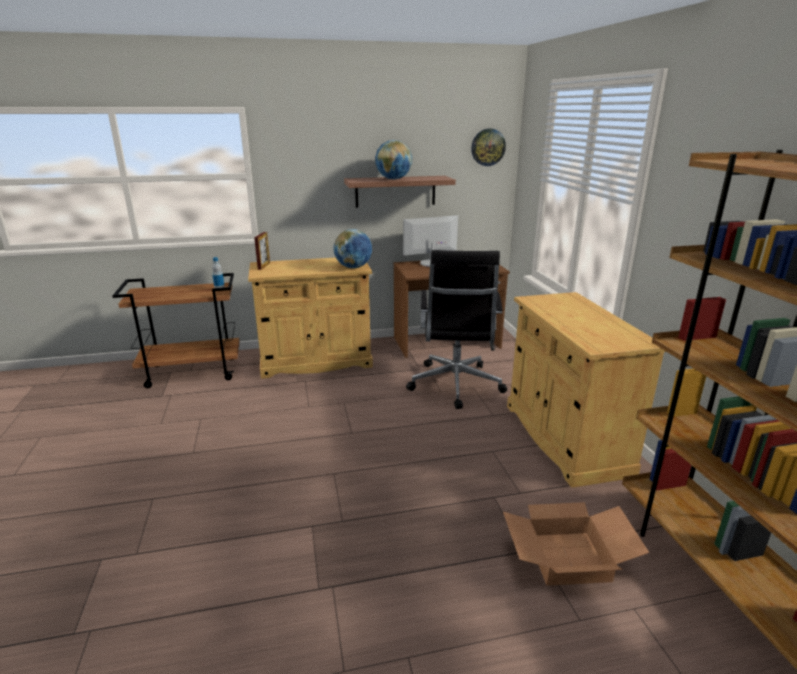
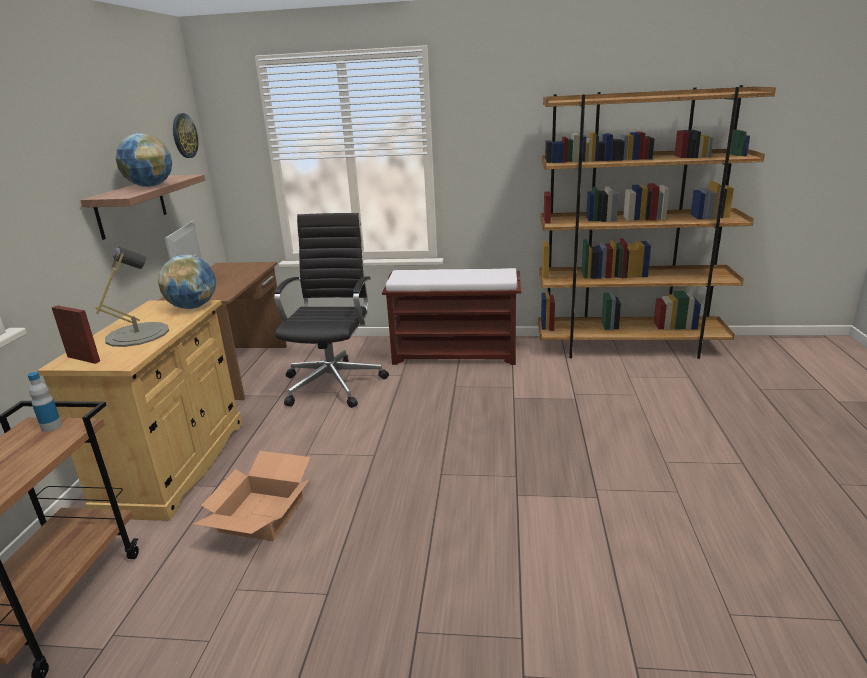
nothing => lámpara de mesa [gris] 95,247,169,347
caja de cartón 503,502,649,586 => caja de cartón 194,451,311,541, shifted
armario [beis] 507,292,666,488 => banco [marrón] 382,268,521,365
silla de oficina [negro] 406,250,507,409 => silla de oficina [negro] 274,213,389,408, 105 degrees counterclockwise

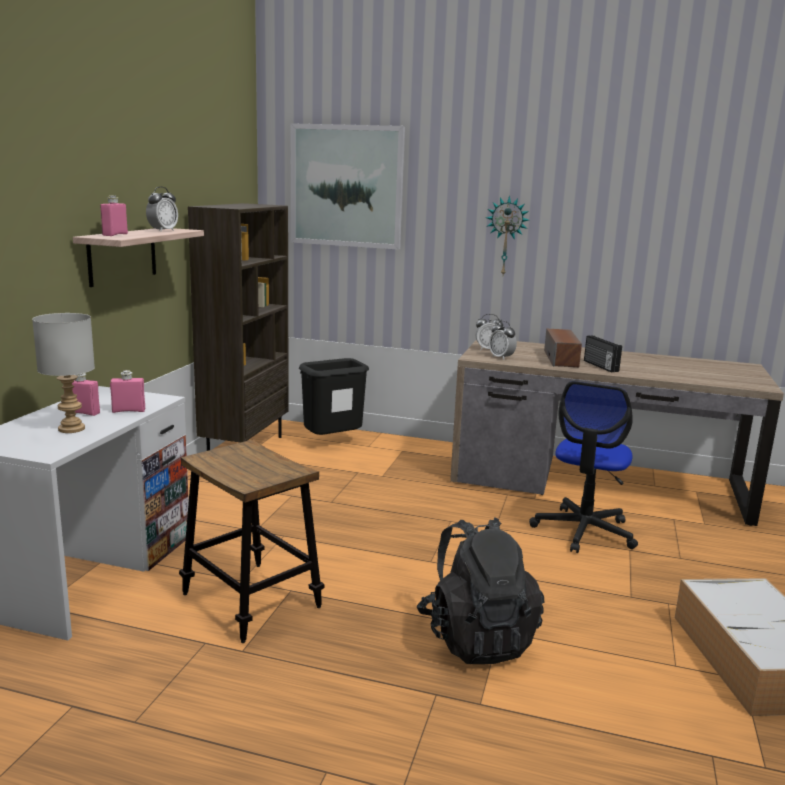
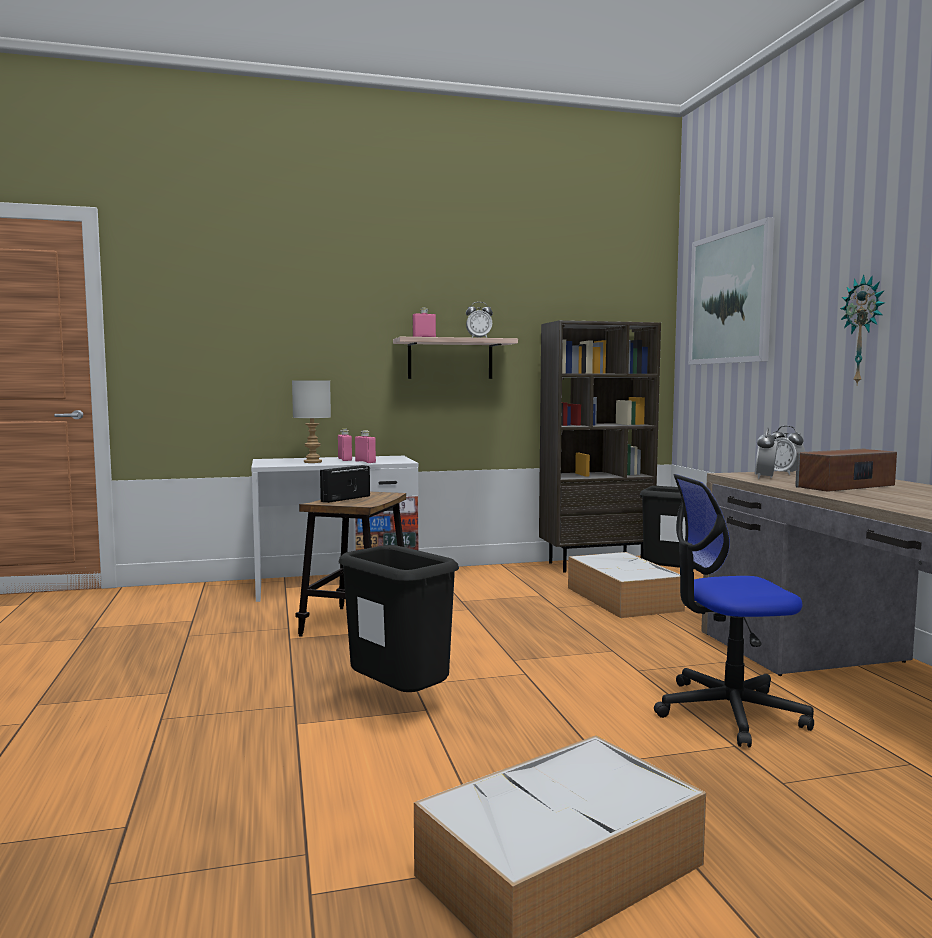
nothing => caja de almacenaje 568,552,685,618
radio 584,336,622,372 => radio 320,465,370,503, shifted
mochila [negro] 417,517,544,664 => papelera [negro] 339,545,459,692

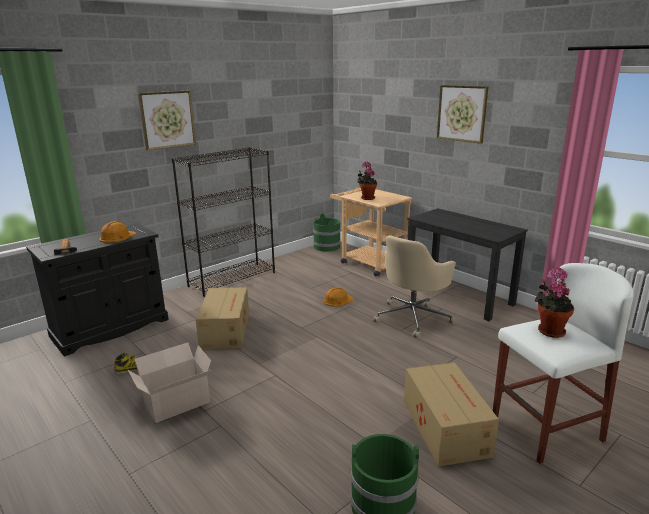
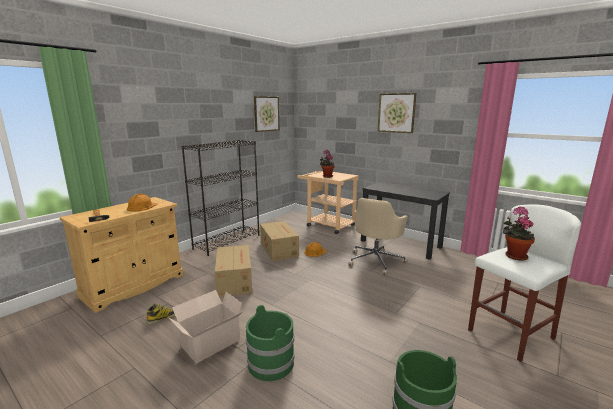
cuadro 138,91,196,150 => cuadro 254,96,280,132, shifted
cubo [verde] 313,213,341,252 => cubo [verde] 246,305,295,381, shifted
caja de cartón 404,362,499,467 => caja de cartón 260,221,299,261, shifted
armario [negro] 26,223,169,357 => armario [beis] 59,197,184,313

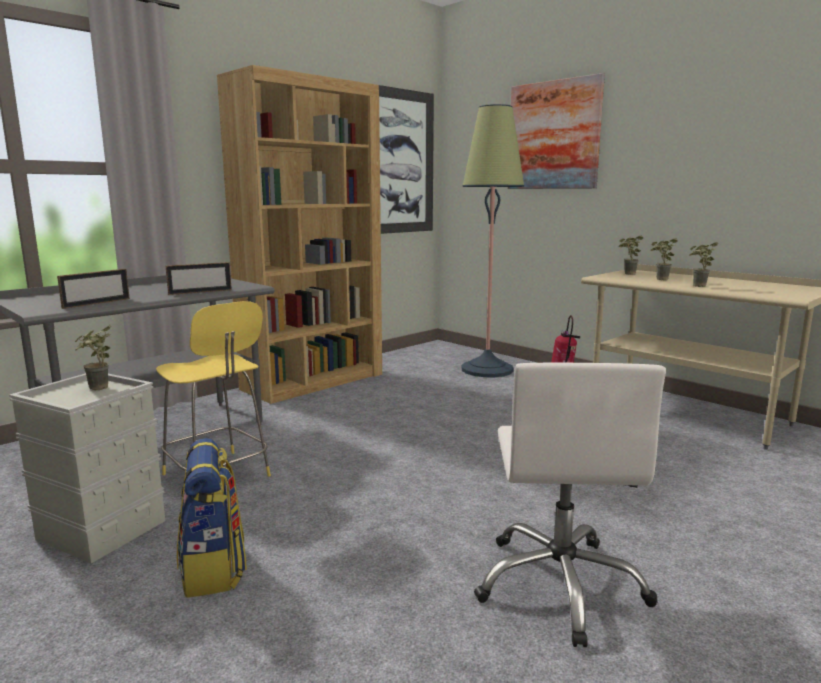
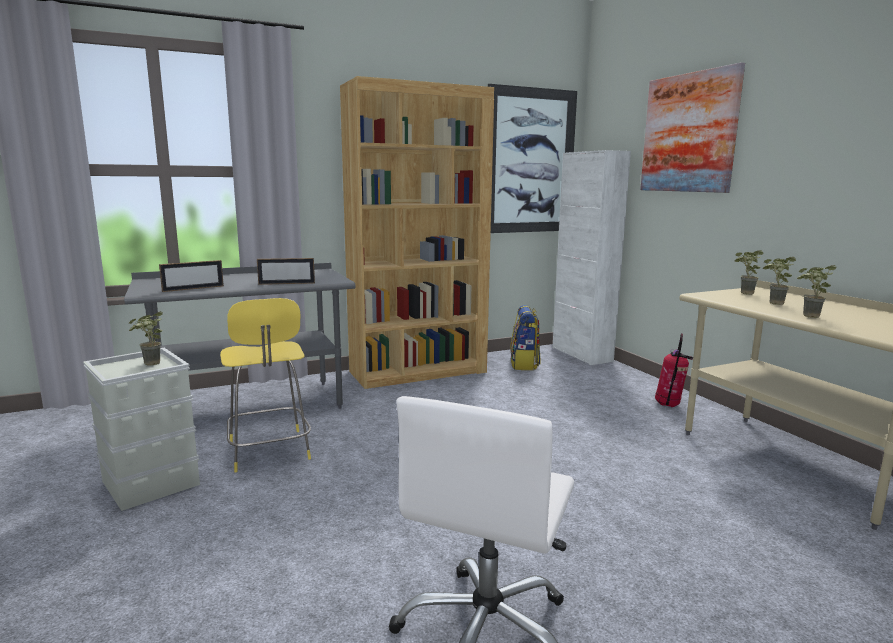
lámpara de pie 462,104,524,377 => nothing
nothing => armario [blanco] 552,150,631,365
mochila 177,438,247,598 => mochila 510,305,540,370, shifted

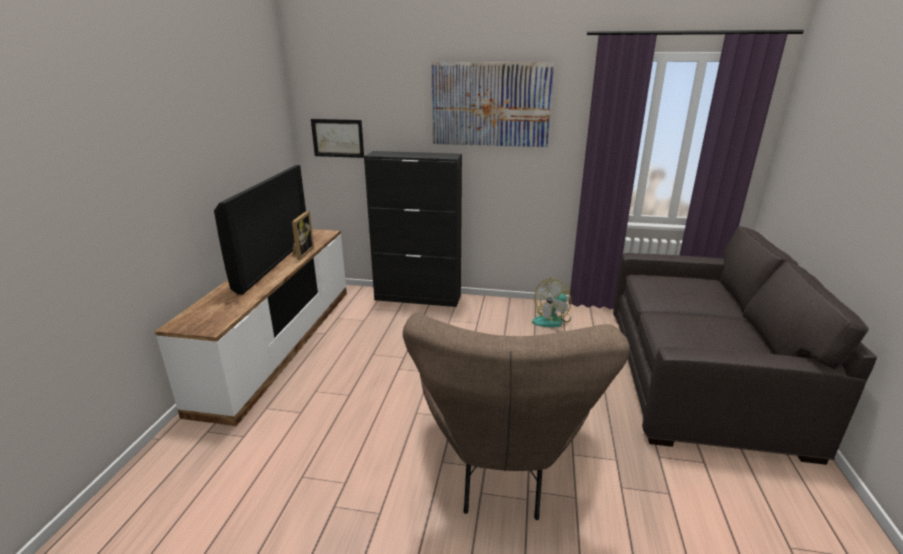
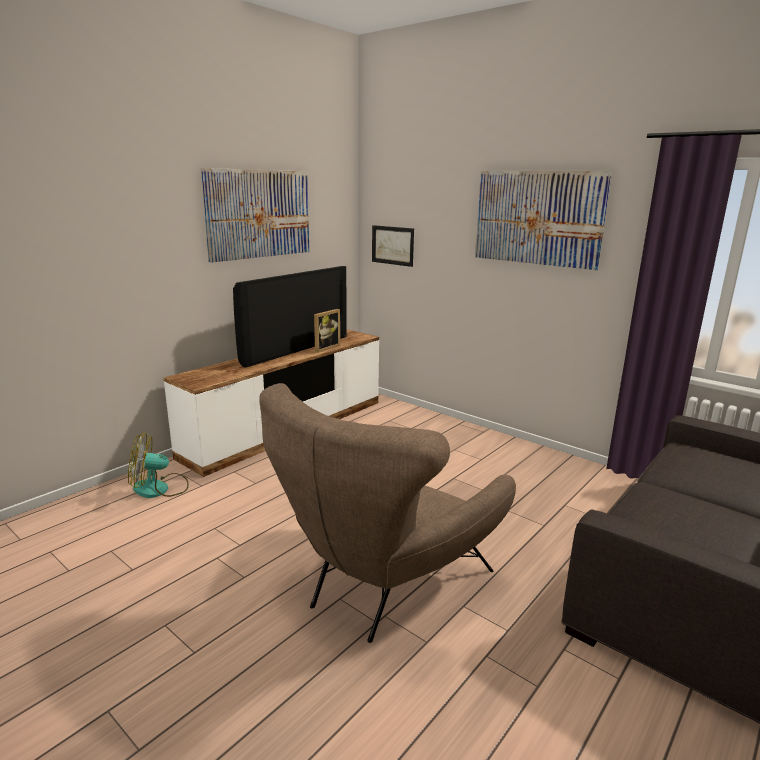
armario [negro] 364,151,462,307 => nothing
nothing => cuadro 200,168,309,263
ventilador 532,278,571,327 => ventilador 128,433,189,498, shifted

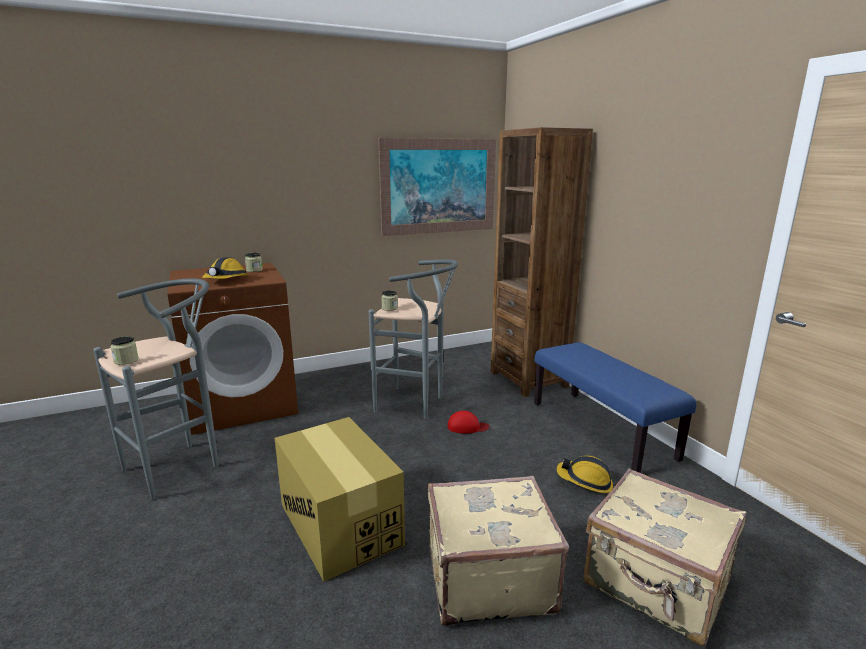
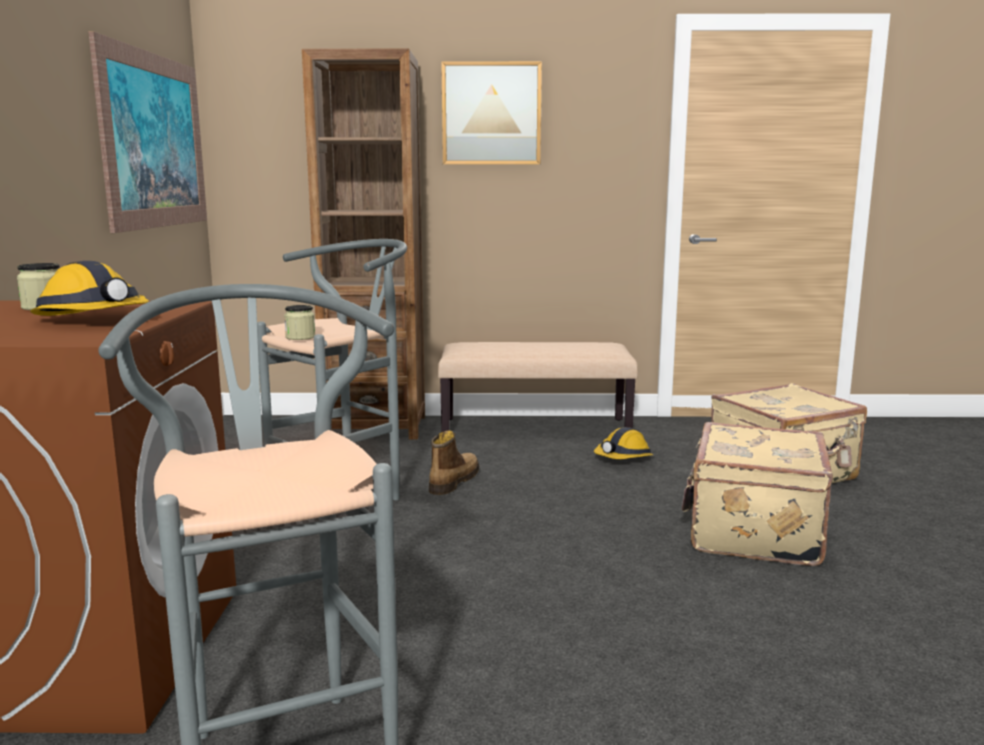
tarro 111,336,139,365 => nothing
caja de cartón 275,417,405,582 => nothing
nothing => cuadro 441,61,542,165
gorra [rojo] 448,411,489,434 => bota 429,430,479,495
banco [azul] 534,342,696,473 => banco [beis] 438,342,638,432

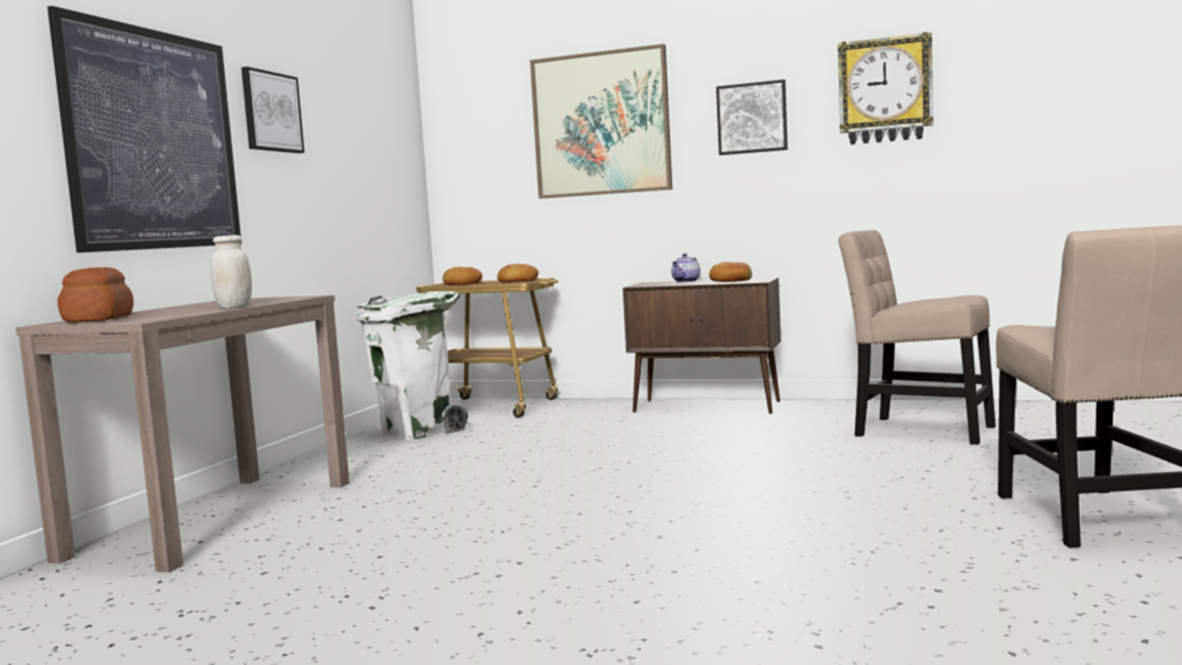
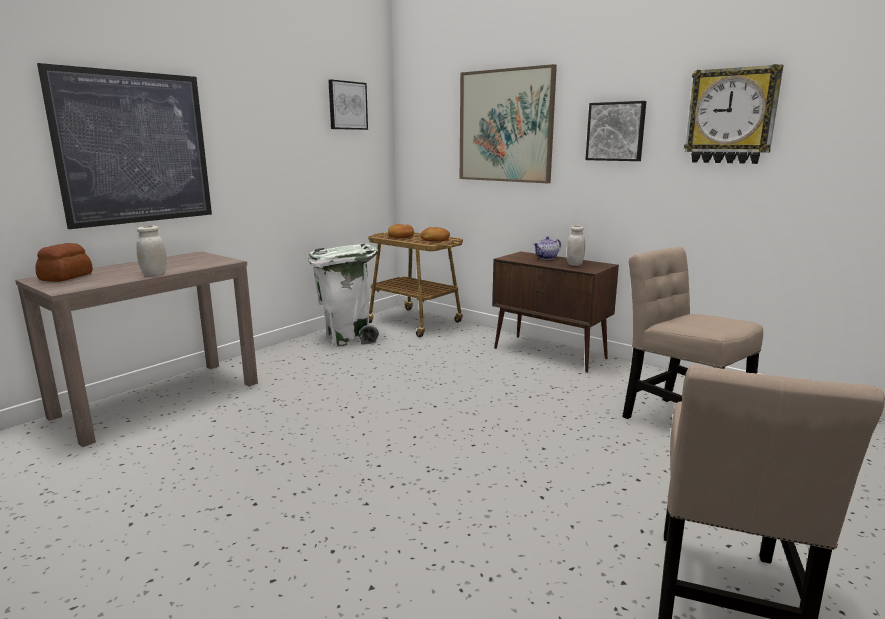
cuadro 241,67,305,153 => cuadro 328,79,368,130, shifted
pan 709,262,752,282 => tarro [blanco] 567,226,585,266

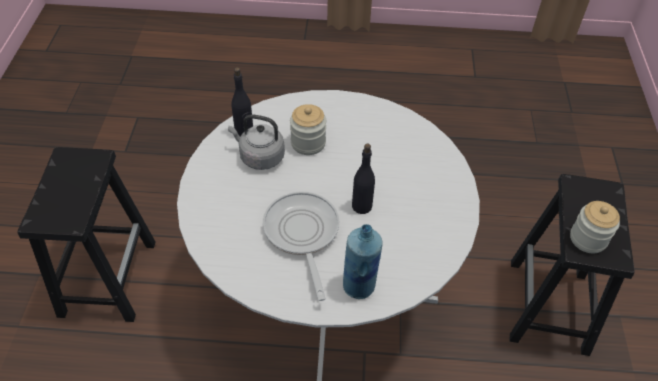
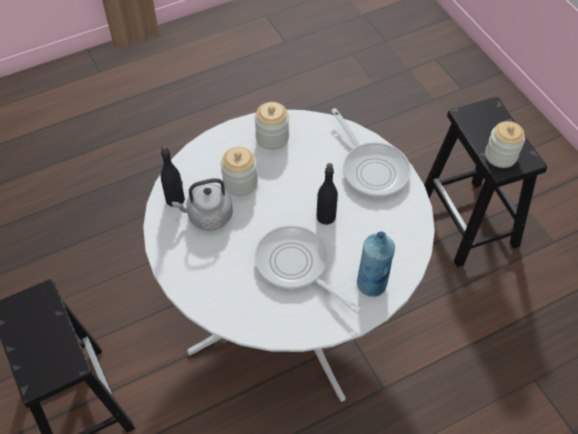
nothing => tarro 255,102,289,150
nothing => sartén 331,108,411,198

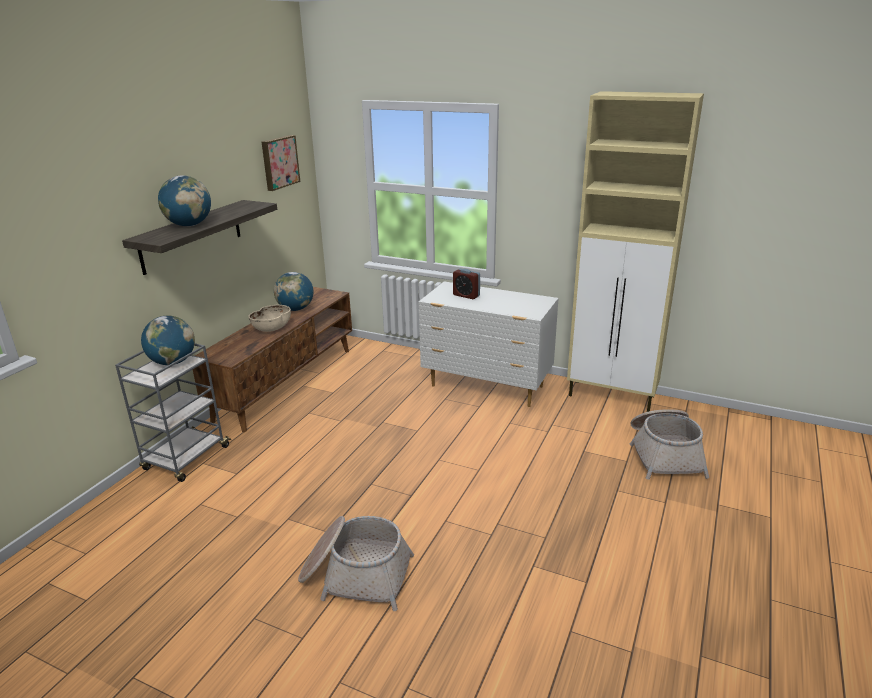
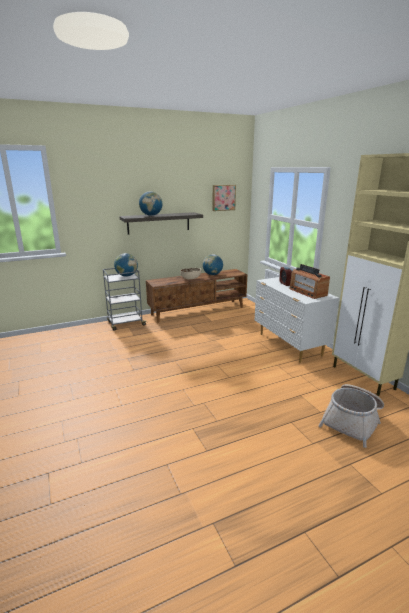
cesta 298,516,414,611 => nothing
nothing => radio 290,264,330,299

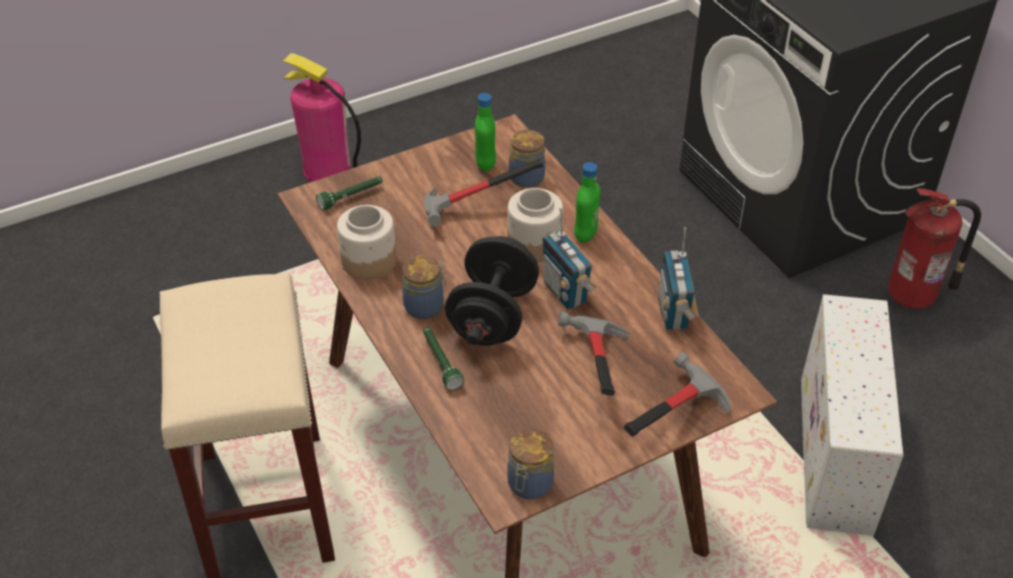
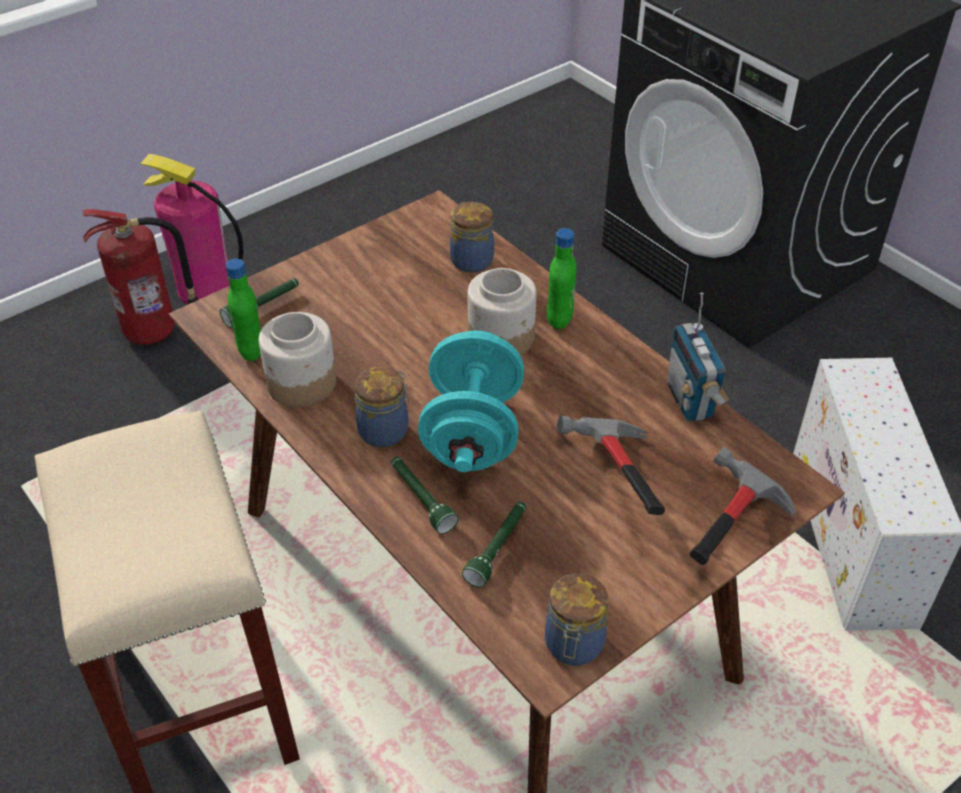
martillo 424,158,544,226 => nothing
radio 542,208,597,309 => nothing
nothing => linterna [verde] 462,502,526,588
botella [verde] 475,93,496,172 => botella [verde] 226,259,261,361, shifted
extintor 888,189,981,309 => extintor 83,209,198,345, shifted
mancuerna [negro] 445,236,539,346 => mancuerna [turquesa] 418,331,524,472

